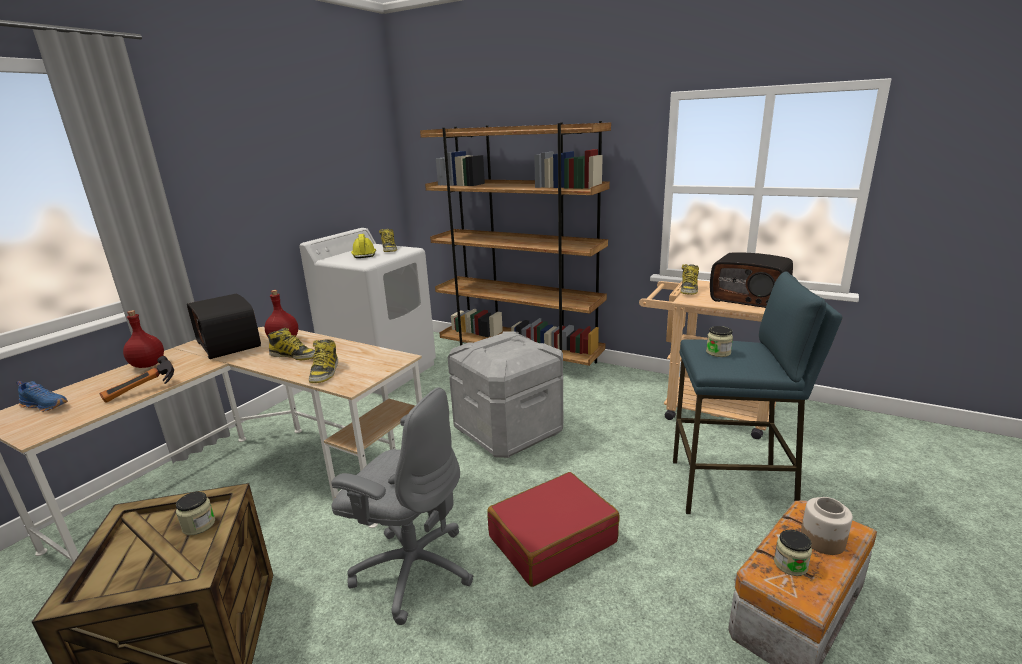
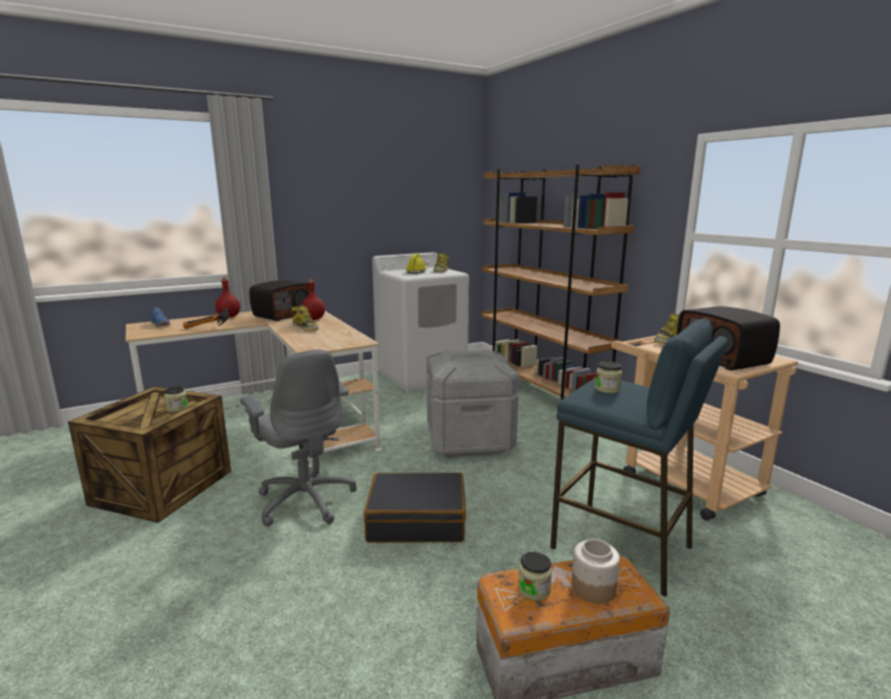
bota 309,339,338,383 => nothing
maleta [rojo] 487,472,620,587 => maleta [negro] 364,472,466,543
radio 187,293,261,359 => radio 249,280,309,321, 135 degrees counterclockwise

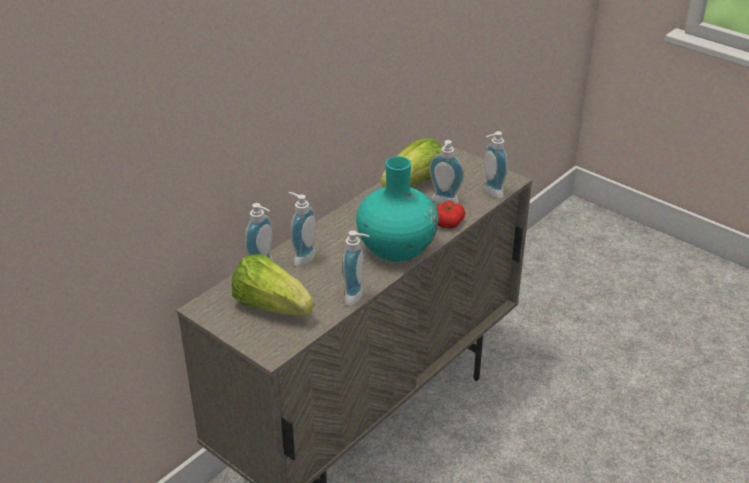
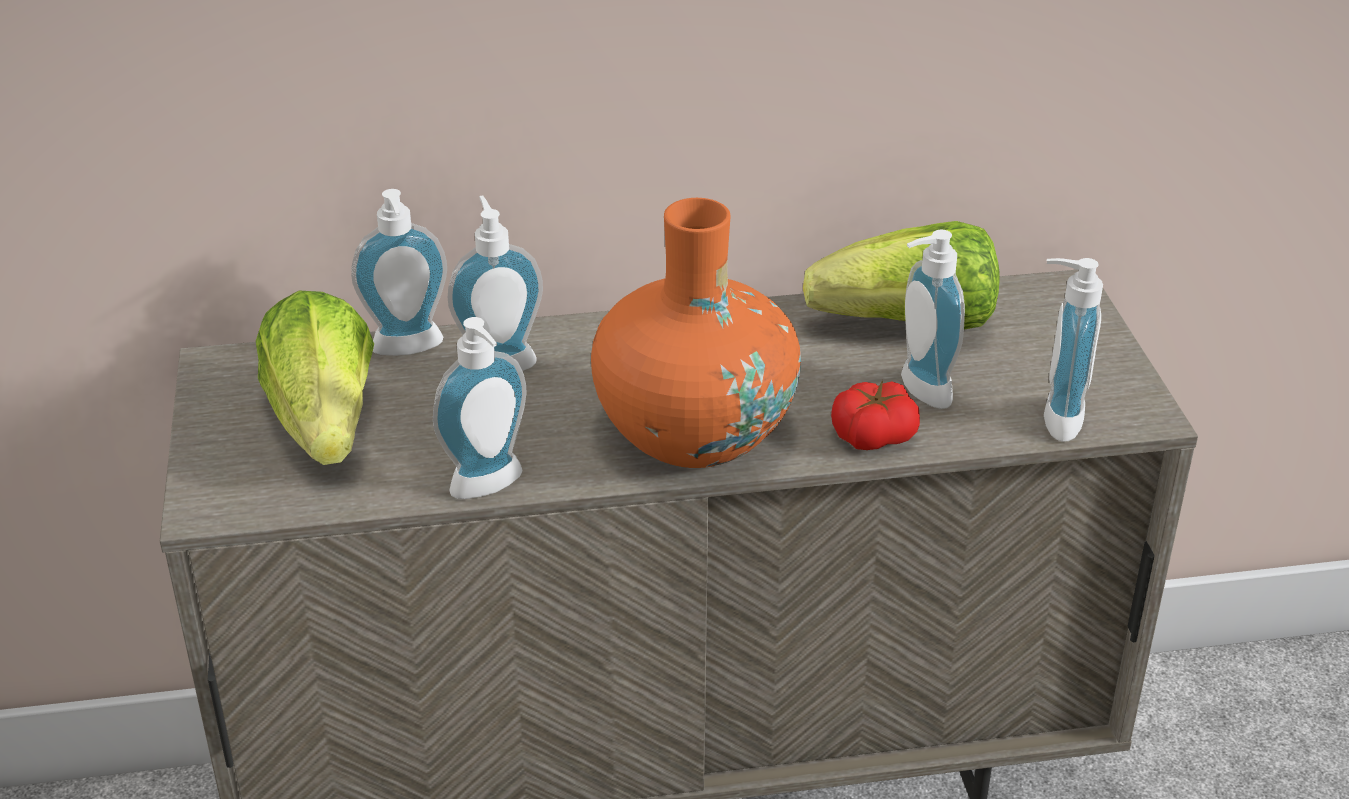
florero [turquesa] 356,156,439,262 => florero [naranja] 591,198,801,468

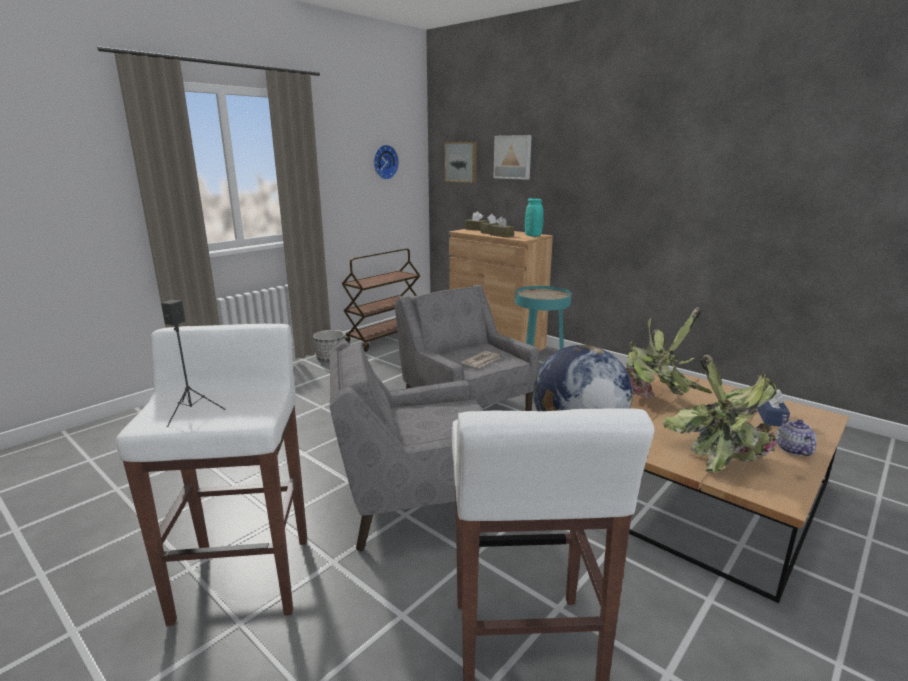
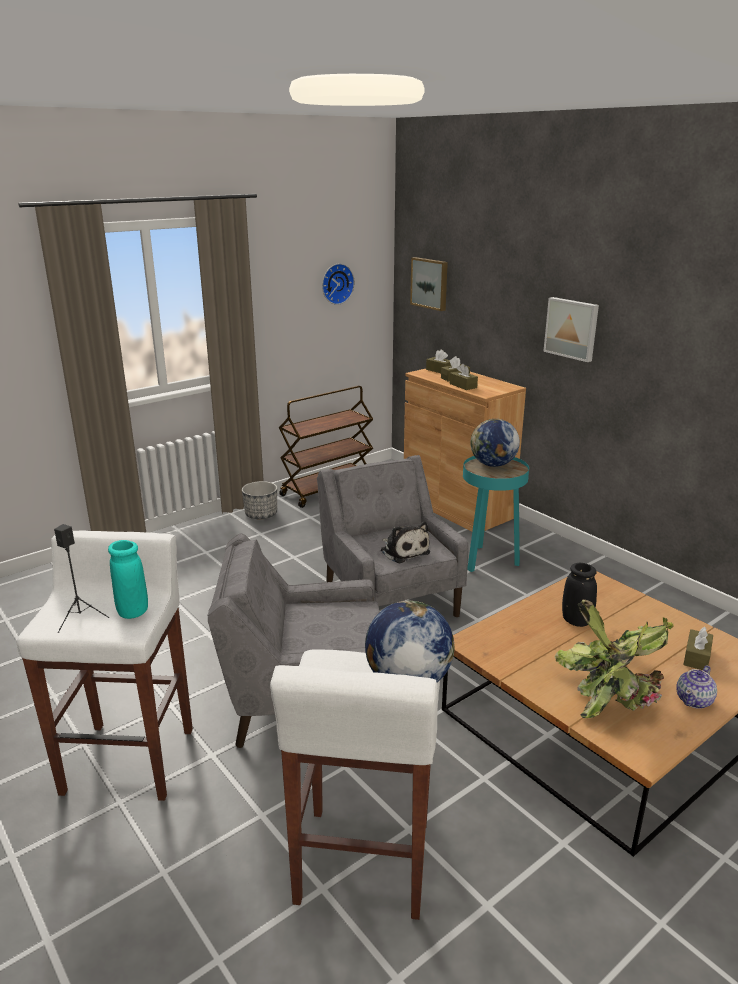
nothing => globo terráqueo 470,419,520,467
cuadro 494,135,532,180 => cuadro 543,297,599,362, shifted
florero [turquesa] 525,198,543,237 => florero [turquesa] 108,540,148,619, shifted
periódico 461,351,500,368 => peluche 381,521,430,563
planta en maceta 625,307,712,398 => florero [negro] 562,563,597,627
caja de pañuelos [azul] 757,390,790,427 => caja de pañuelos [marrón] 683,627,713,670
tetera 776,415,817,456 => tetera 676,665,717,709, 150 degrees counterclockwise

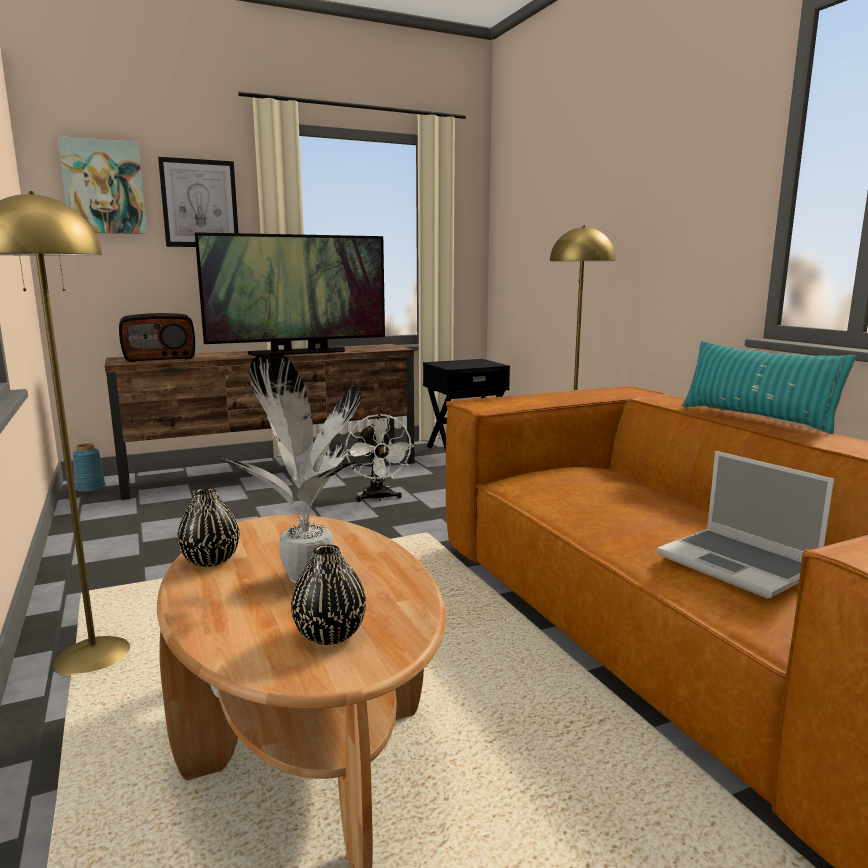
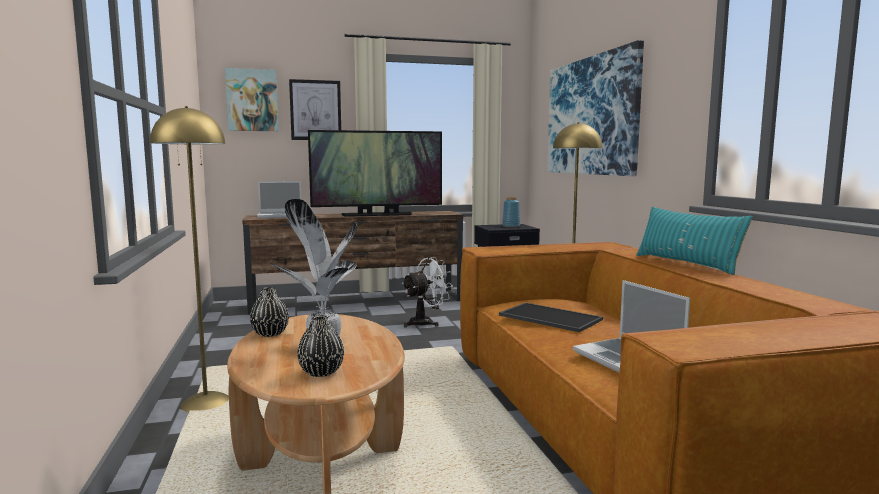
nothing => bandeja 499,303,603,332
nothing => cuadro 547,40,644,176
florero [azul] 73,443,106,492 => florero [azul] 502,197,520,227, shifted
radio 119,313,195,362 => portátil 257,181,302,218
ventilador [blanco] 345,414,414,502 => ventilador [blanco] 402,257,453,327, 120 degrees counterclockwise

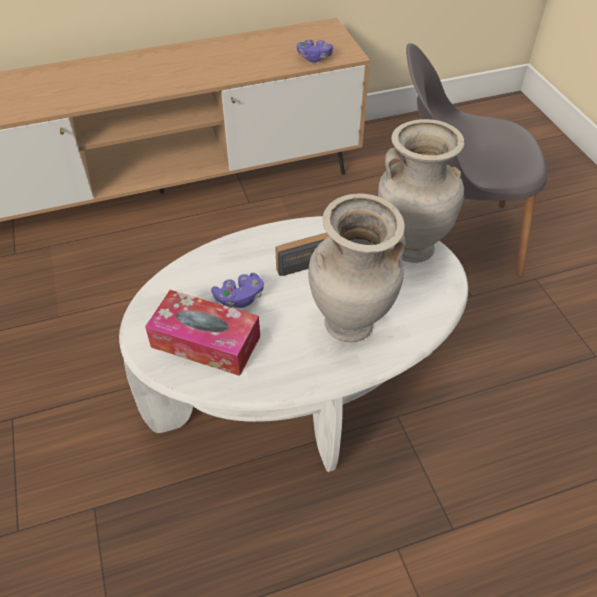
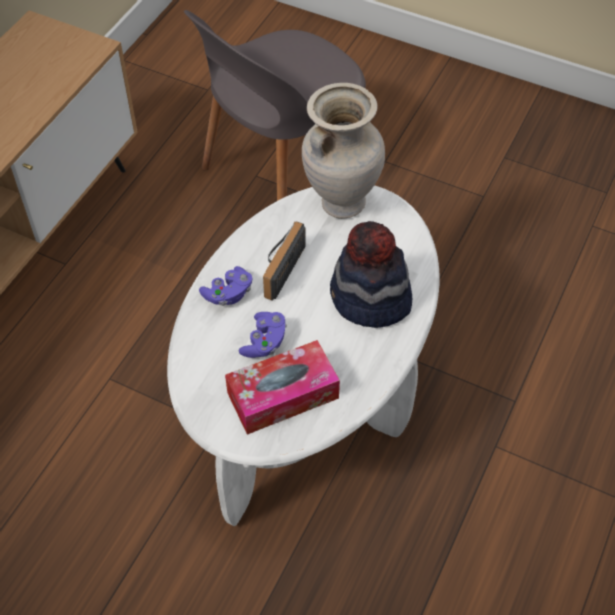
mando de consola [morado] 297,39,333,63 => mando de consola [morado] 199,266,252,306, shifted
florero [beis] 308,194,406,342 => sombrero 330,221,412,328

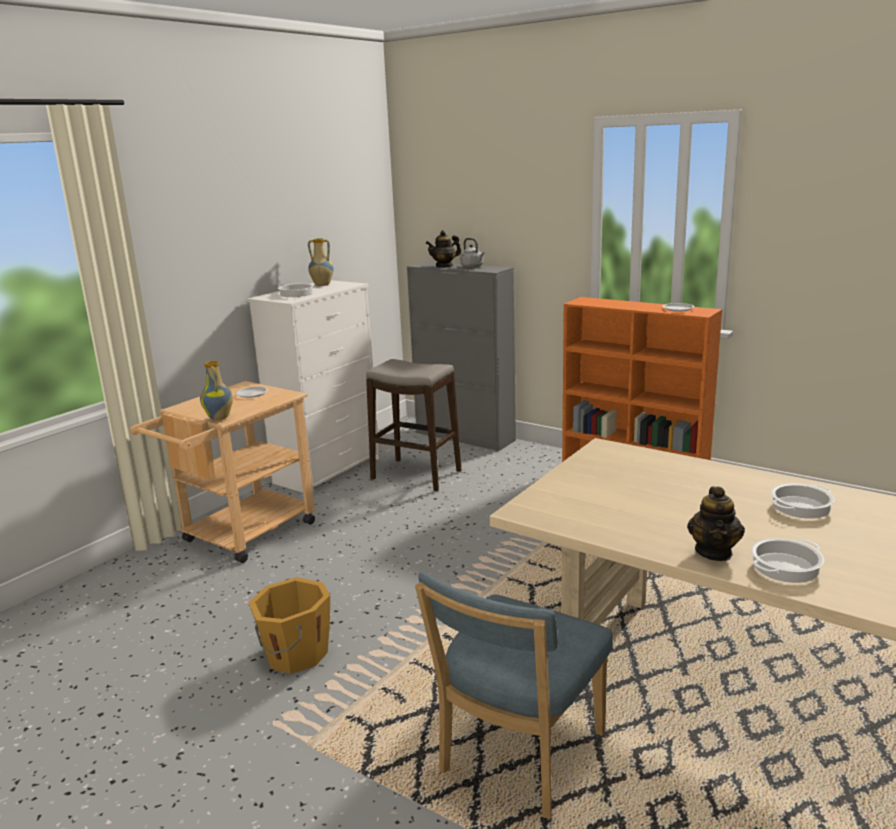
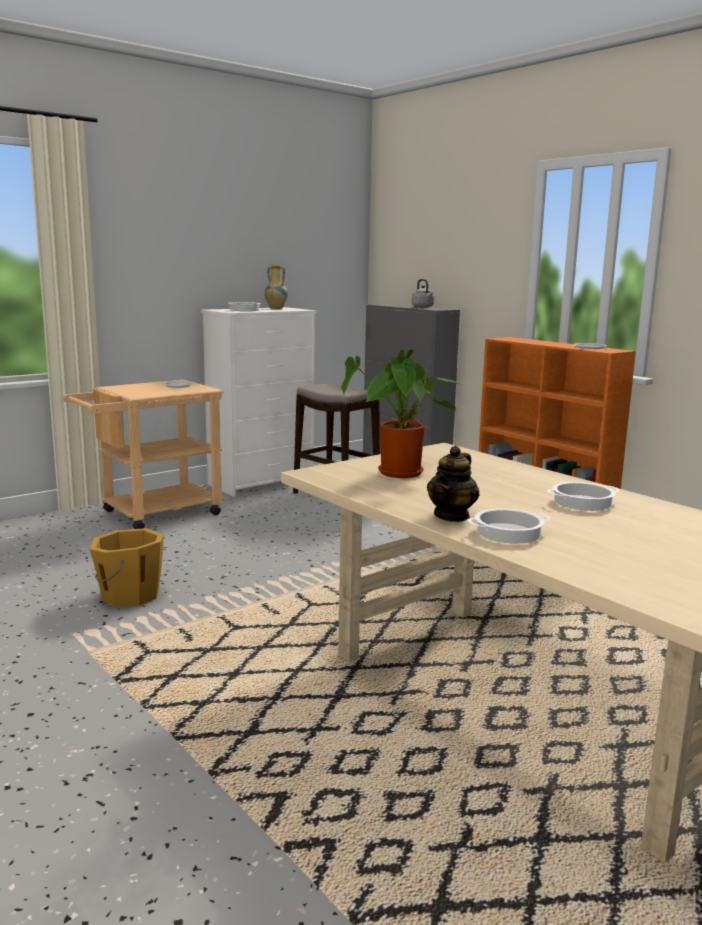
florero 200,361,233,420 => nothing
silla [azul] 415,572,613,819 => nothing
tetera 426,230,461,268 => nothing
nothing => planta en maceta 341,349,463,478

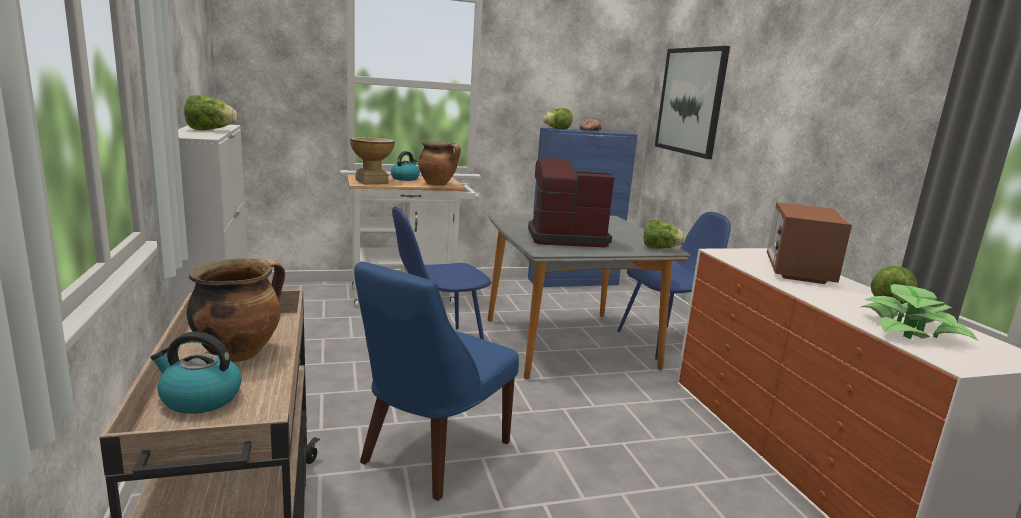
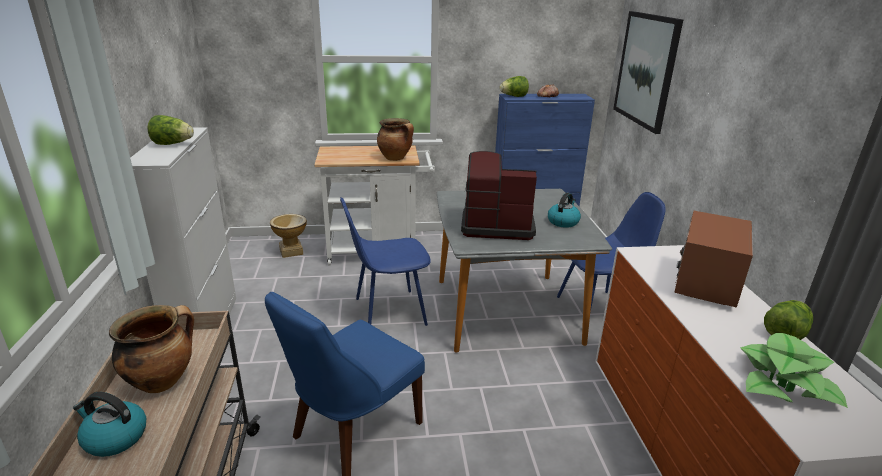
lechuga 644,220,686,249 => nothing
florero 350,137,395,185 => florero 270,214,307,258, shifted
hervidor 391,151,420,181 => hervidor 548,193,581,228, shifted

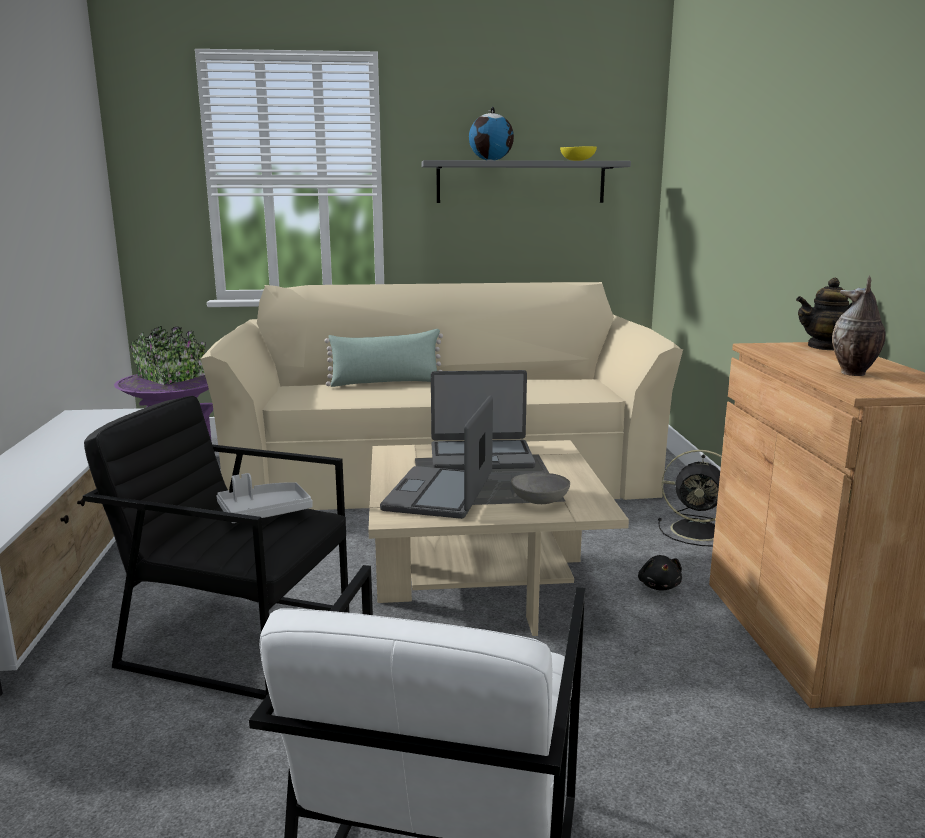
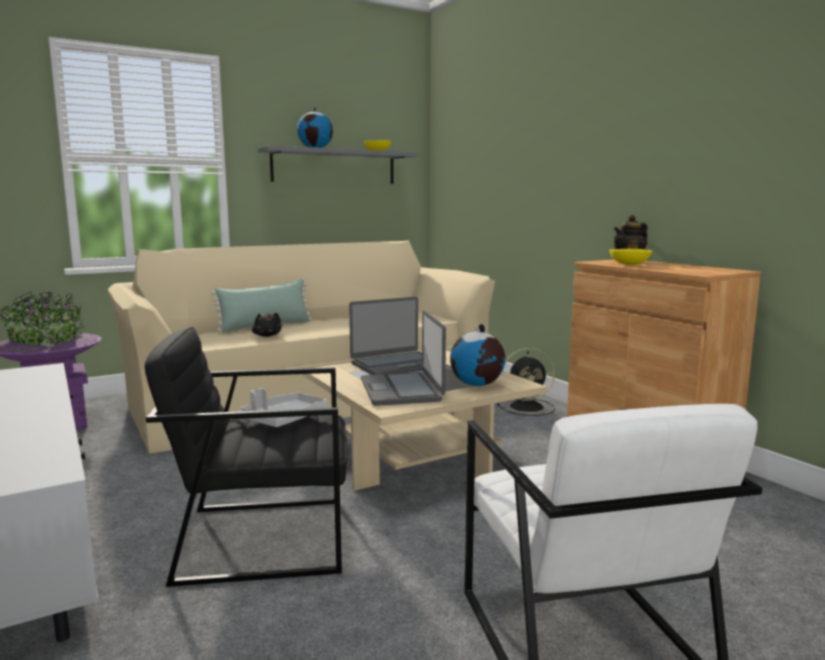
florero 832,276,885,376 => nothing
nothing => cuenco [amarillo] 609,249,652,265
peluche [negro] 638,555,682,591 => peluche [negro] 252,313,281,337, shifted
cuenco [gris] 511,473,570,504 => globo terráqueo 450,324,505,386

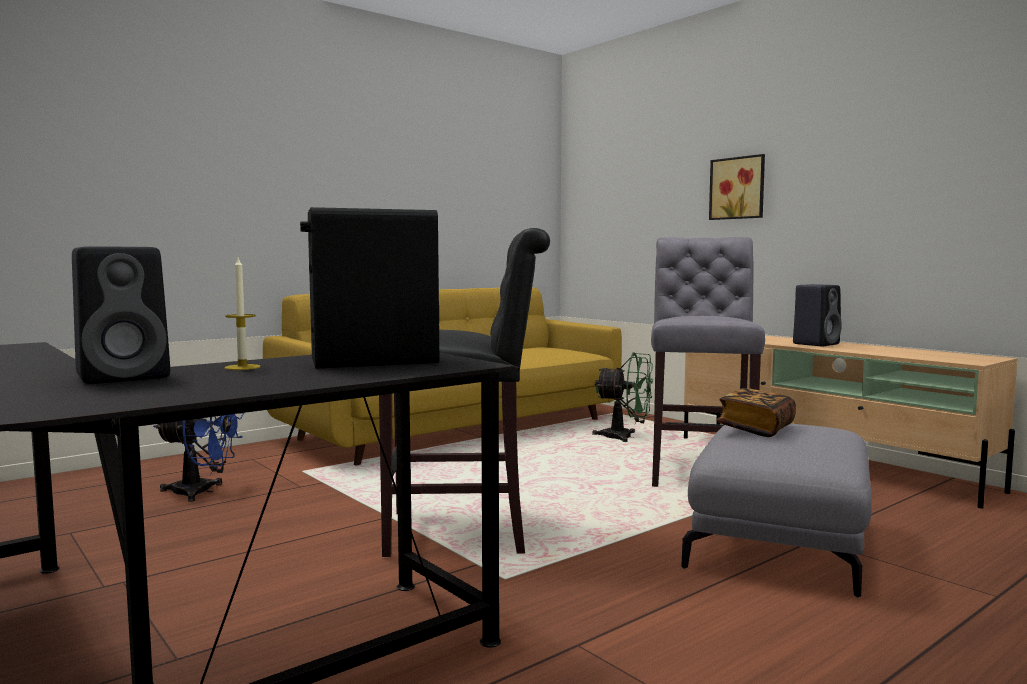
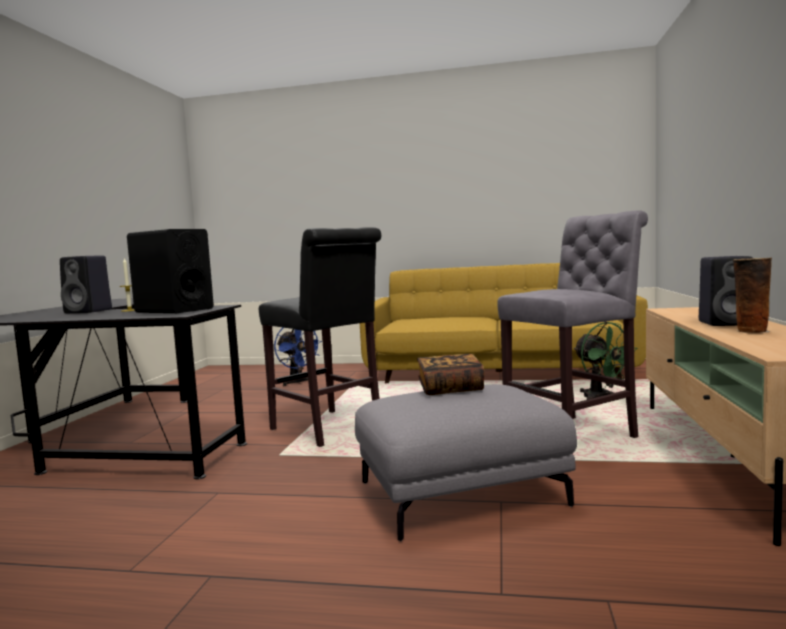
cuadro 709,154,765,220 => nothing
nothing => florero 732,257,772,333

